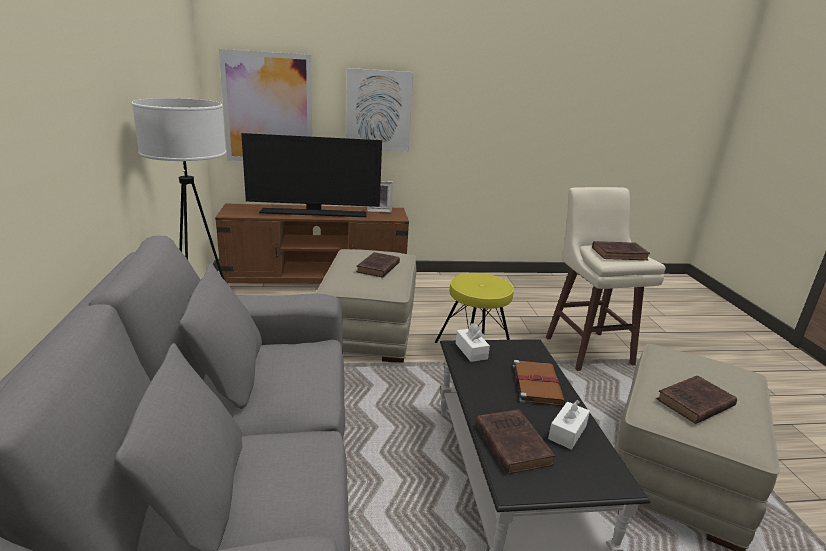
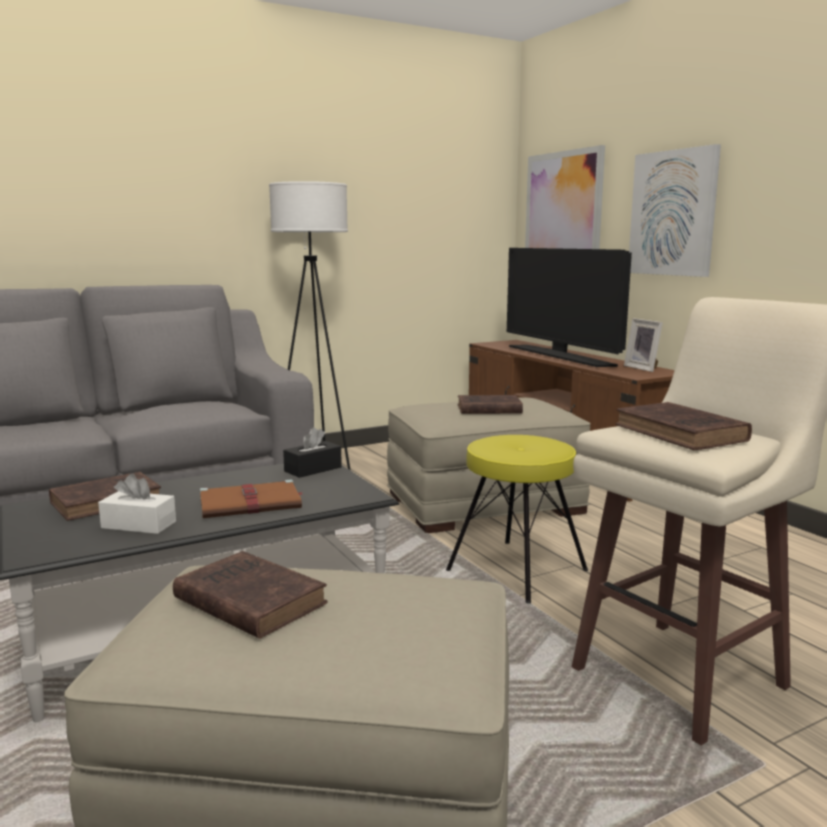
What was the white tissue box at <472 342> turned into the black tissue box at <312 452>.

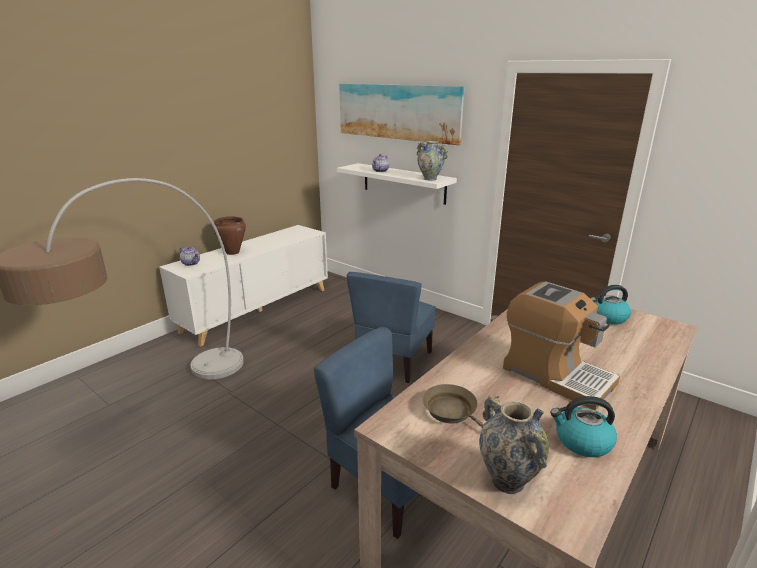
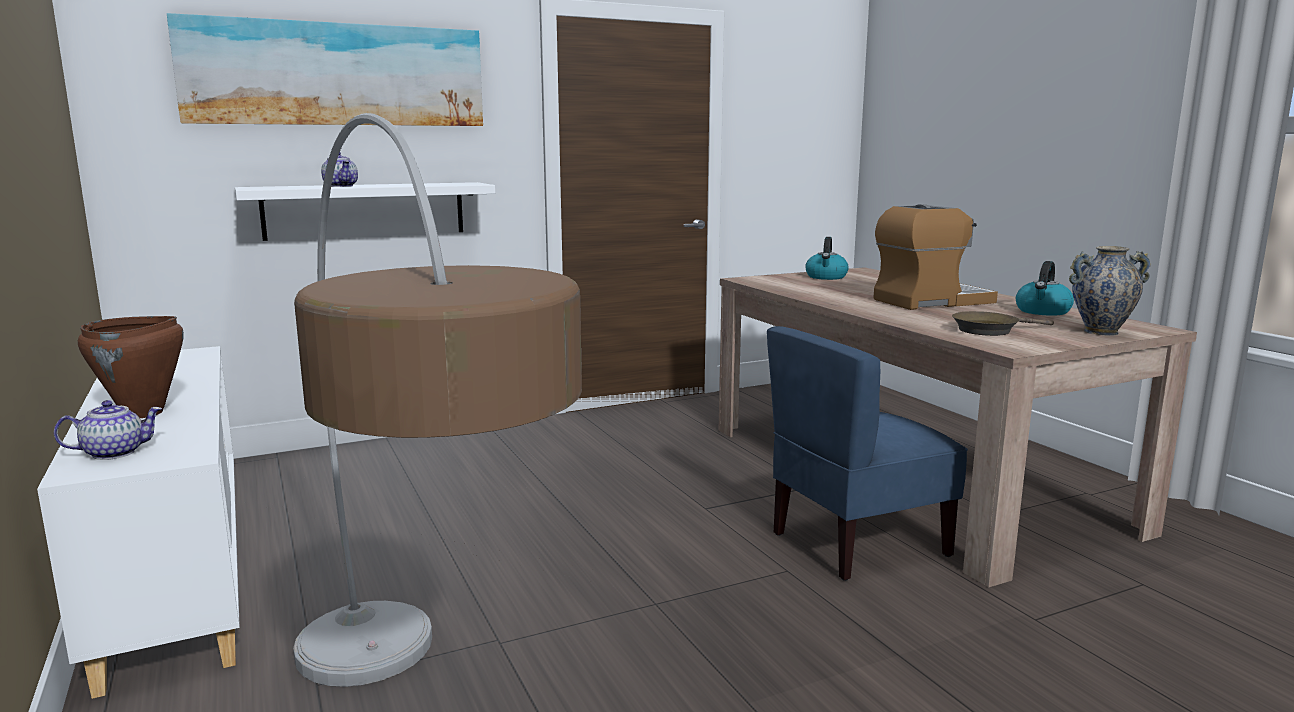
The second view lost the vase at <432 161>. The second view lost the blue chair at <391 327>.

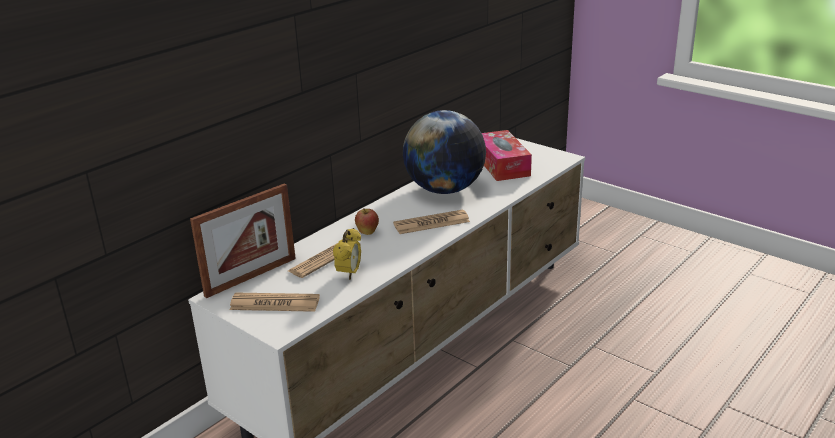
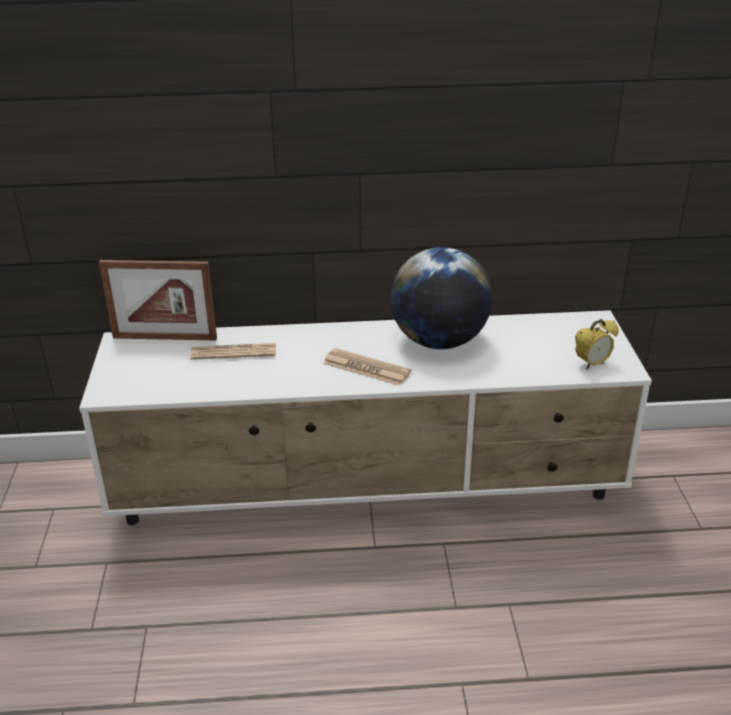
The second view lost the tissue box at <507 155>. The second view lost the apple at <367 221>. The alarm clock ended up elsewhere, having gone from <347 254> to <596 344>. The second view lost the newspaper at <275 302>.

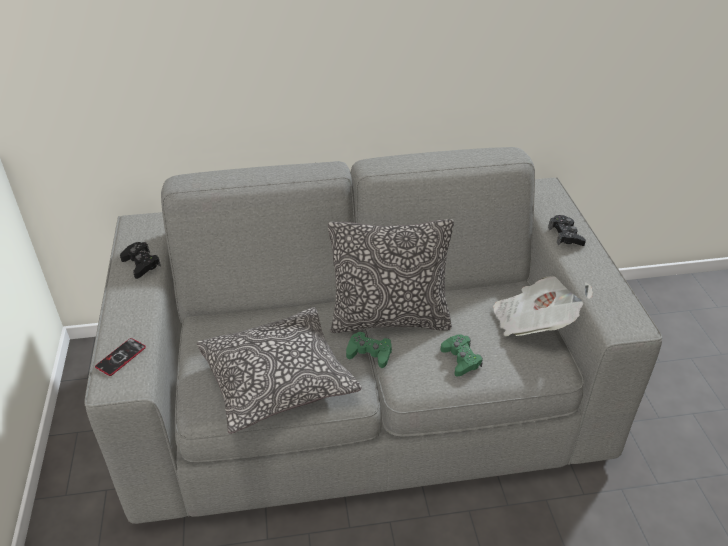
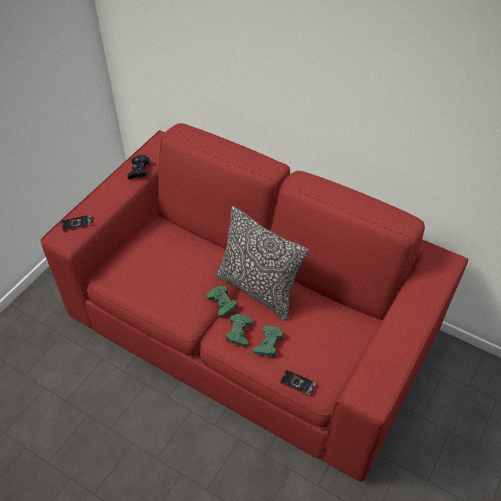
What was the grey sofa at <373 335> turned into the red sofa at <254 302>. The second view lost the black game controller at <567 230>. The second view lost the newspaper at <543 306>. The second view lost the pillow at <279 370>. The second view gained the green game controller at <239 330>. The second view gained the phone at <298 383>.

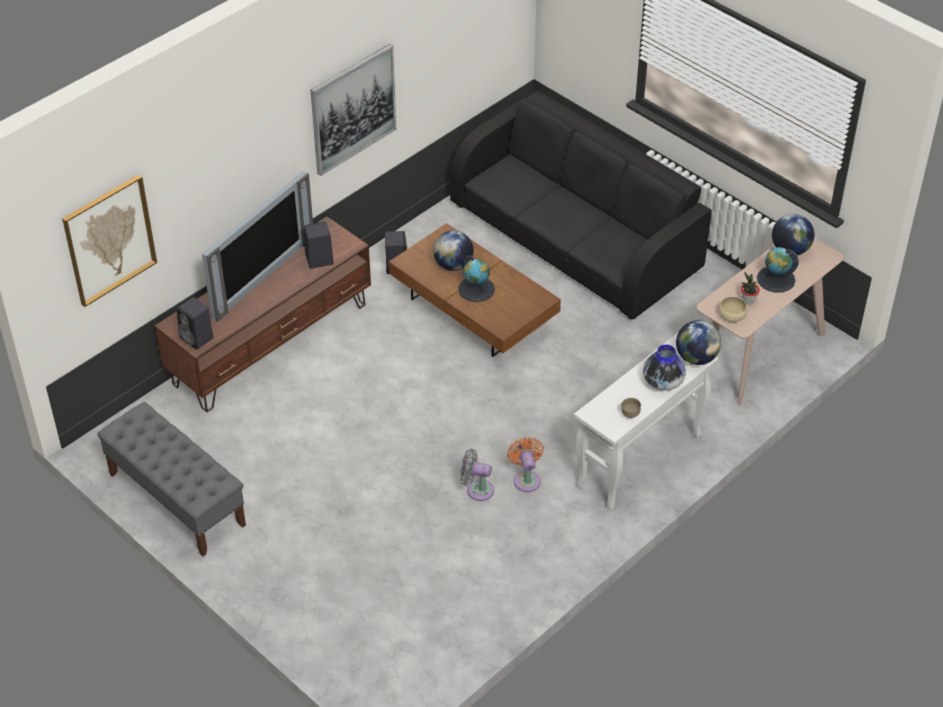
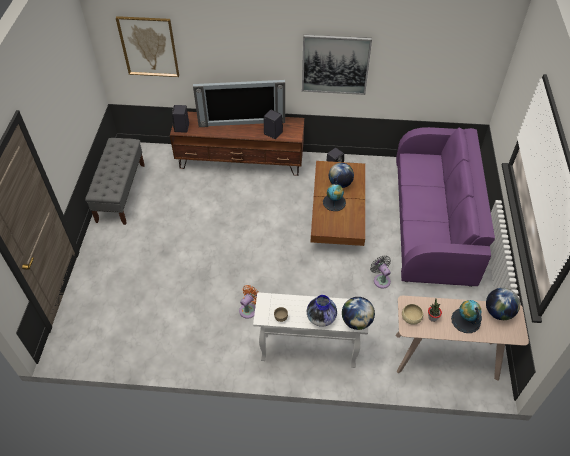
What was the black sofa at <581 205> turned into the purple sofa at <445 207>. The grey fan ended up elsewhere, having gone from <477 475> to <380 271>.

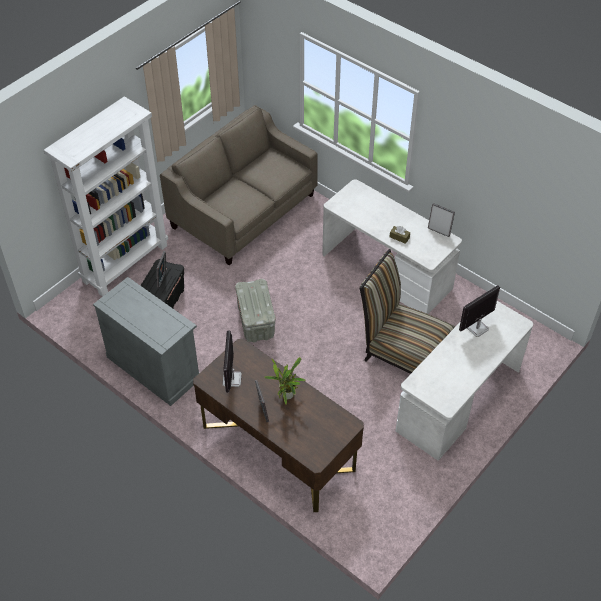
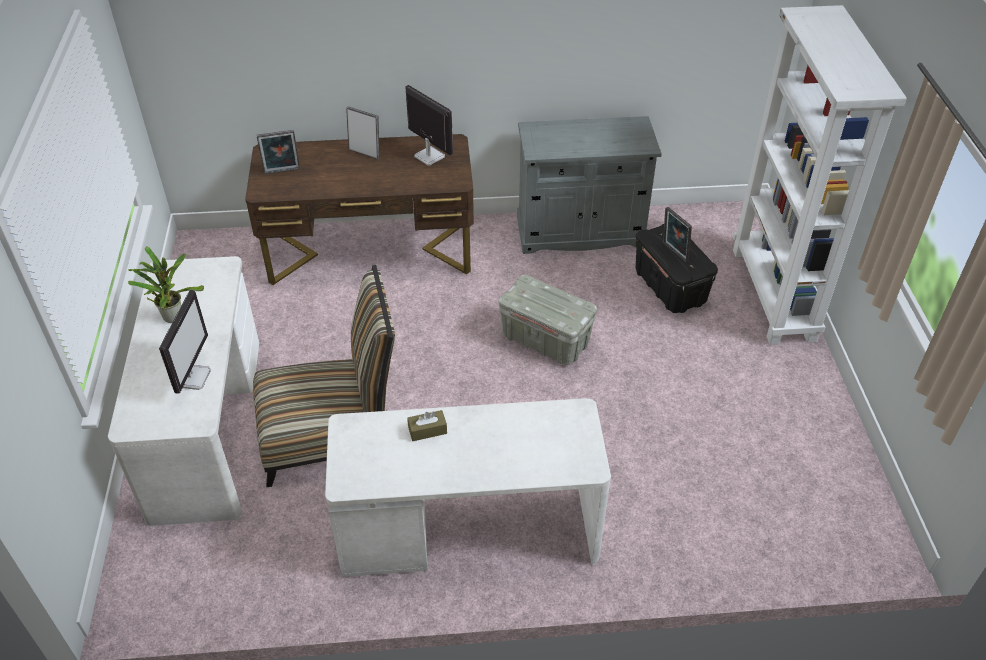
The second view lost the beige sofa at <239 185>. The picture frame ended up elsewhere, having gone from <441 220> to <278 152>. The potted plant ended up elsewhere, having gone from <285 380> to <166 284>.

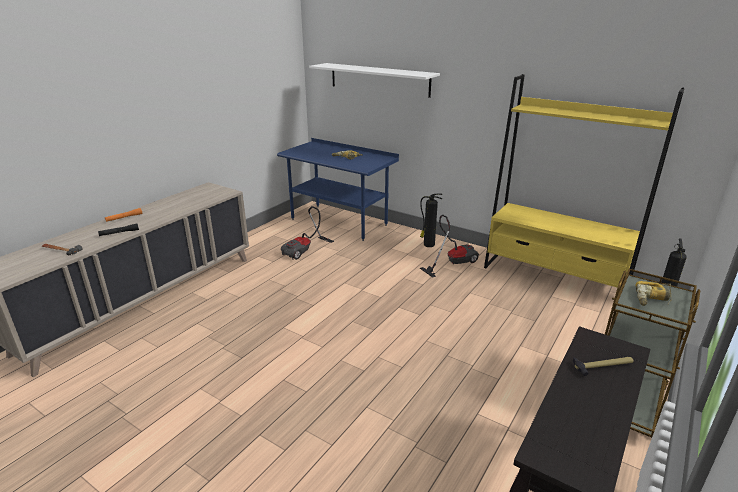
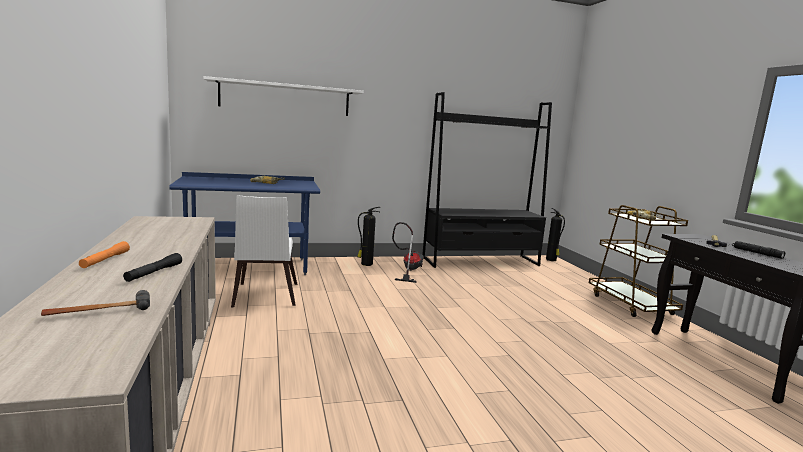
What was the yellow bookcase at <584 181> turned into the black bookcase at <487 180>. Where the vacuum cleaner stood at <307 233>, the white chair came to stand at <264 251>. The second view gained the black flashlight at <758 250>.

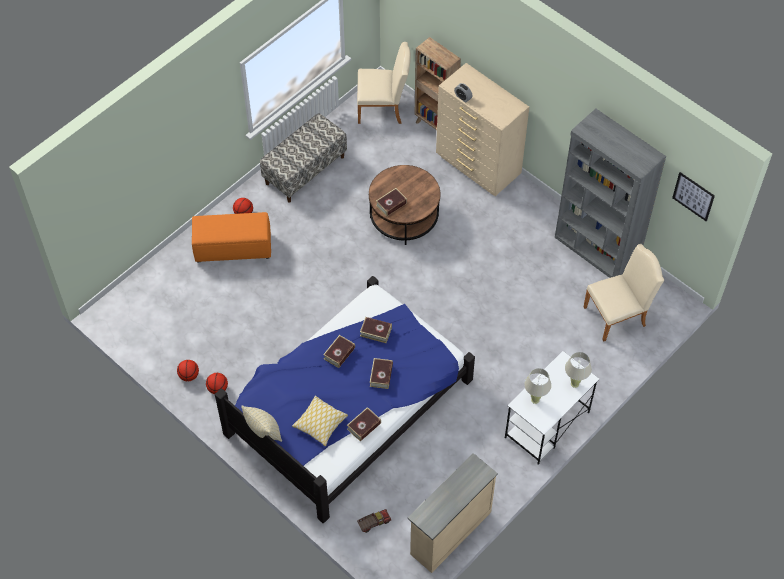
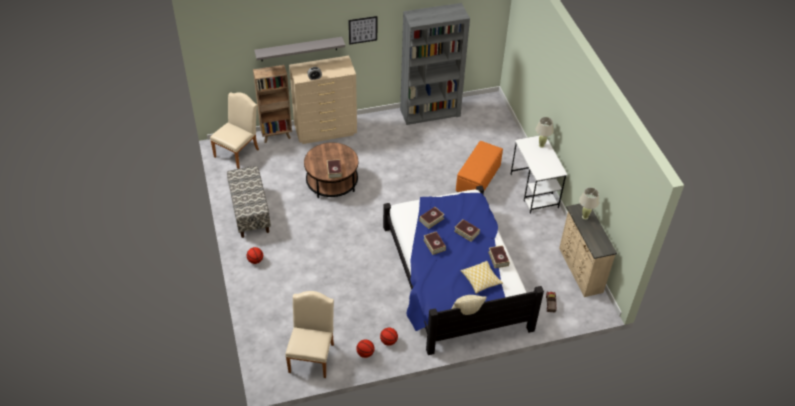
The picture ended up elsewhere, having gone from <693 196> to <362 30>. The orange ottoman ended up elsewhere, having gone from <231 237> to <479 166>. The beige chair ended up elsewhere, having gone from <624 293> to <309 334>. The beige table lamp ended up elsewhere, having gone from <537 386> to <589 203>. The second view gained the grey shelf at <299 49>.

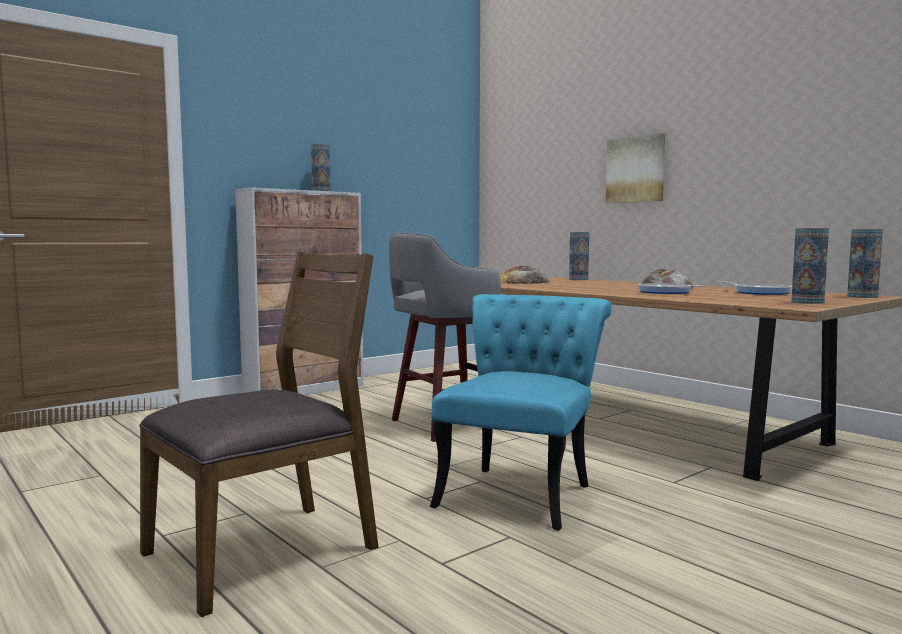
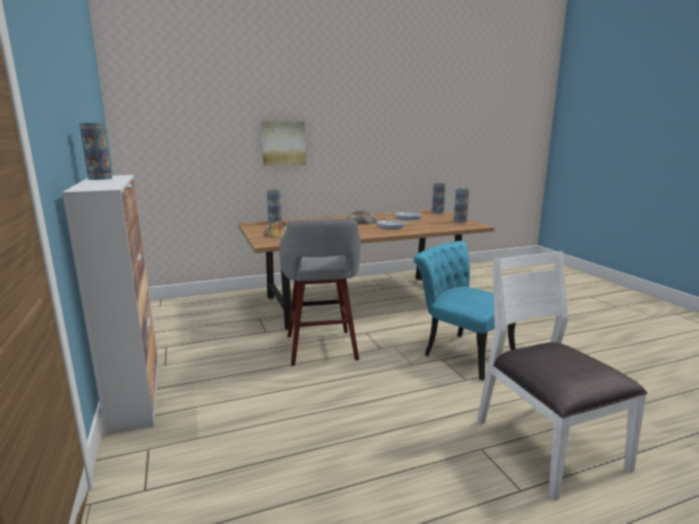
What was the brown chair at <259 434> turned into the white chair at <562 376>.

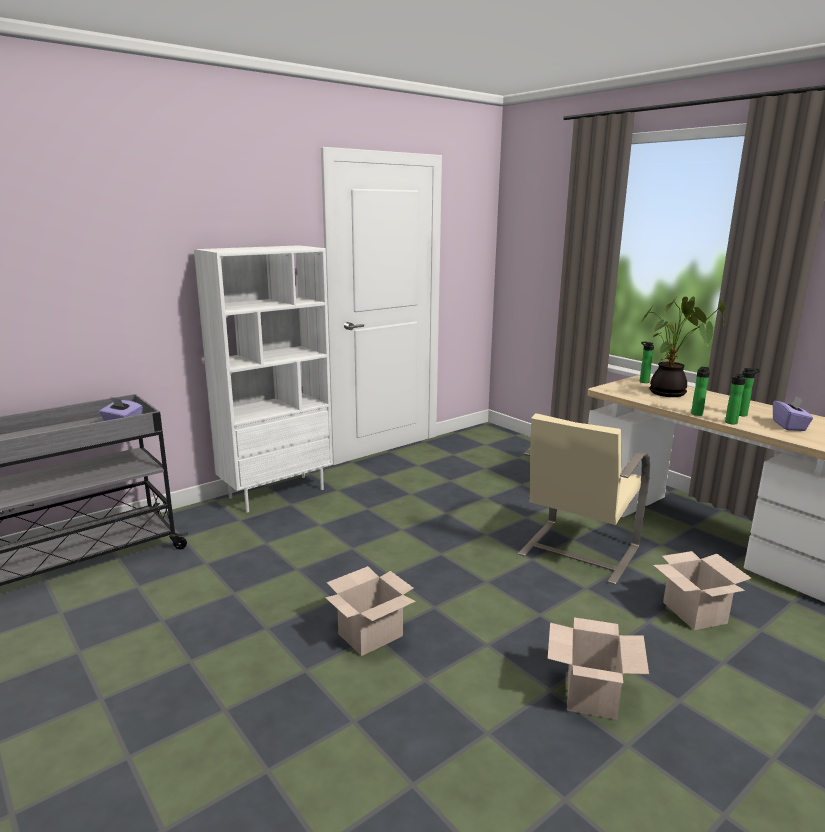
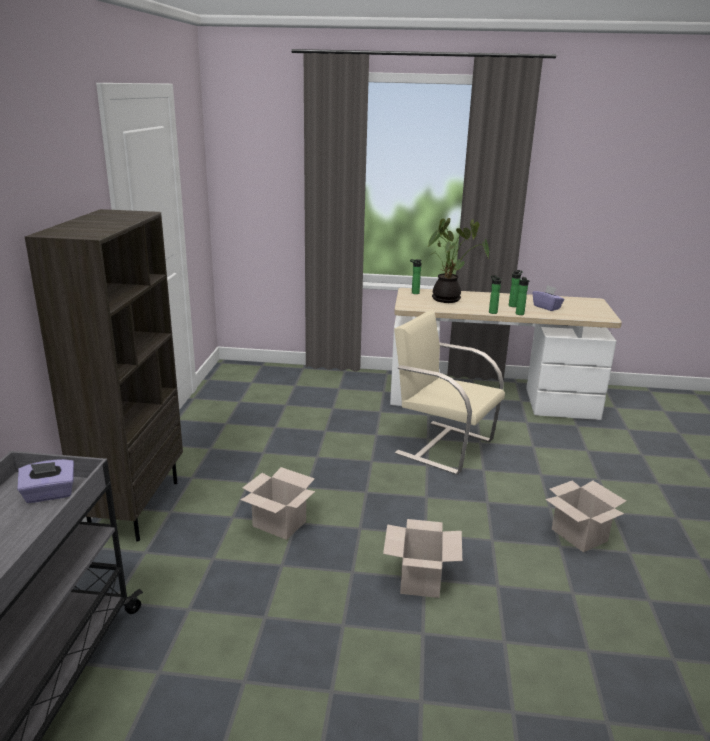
What was the white bookcase at <263 379> turned into the brown bookcase at <104 375>. The beige chair at <584 499> ended up facing another way, 135 degrees clockwise from before. The cardboard box ended up elsewhere, having gone from <702 590> to <278 503>.

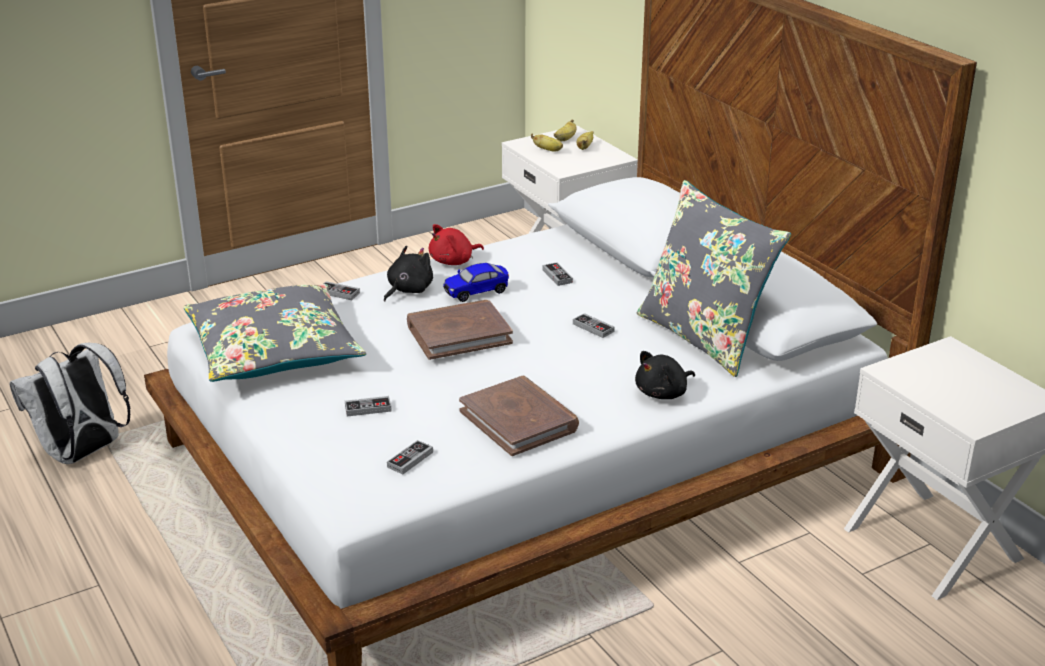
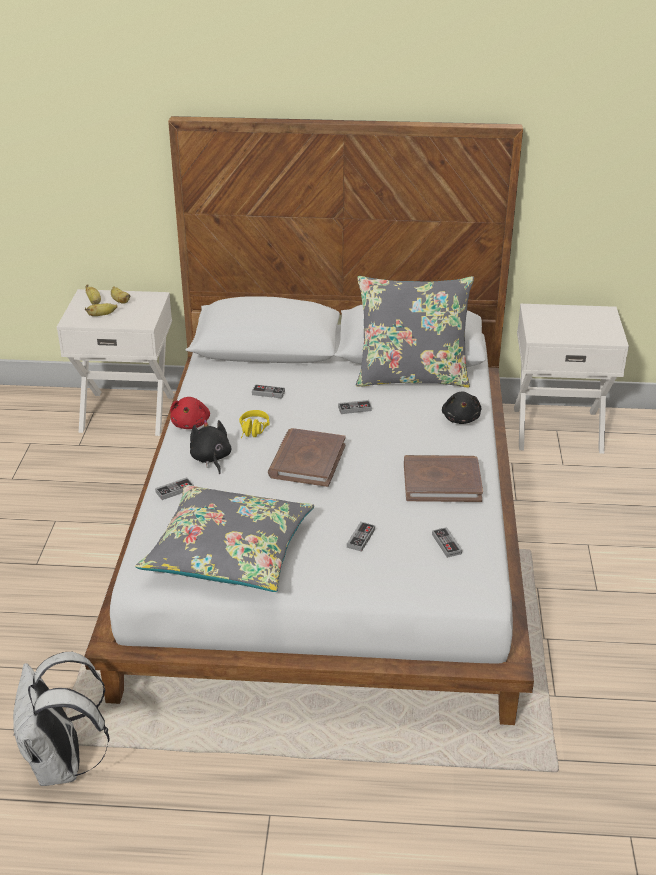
Where the toy car stood at <476 282>, the yellow headphones came to stand at <254 424>.

